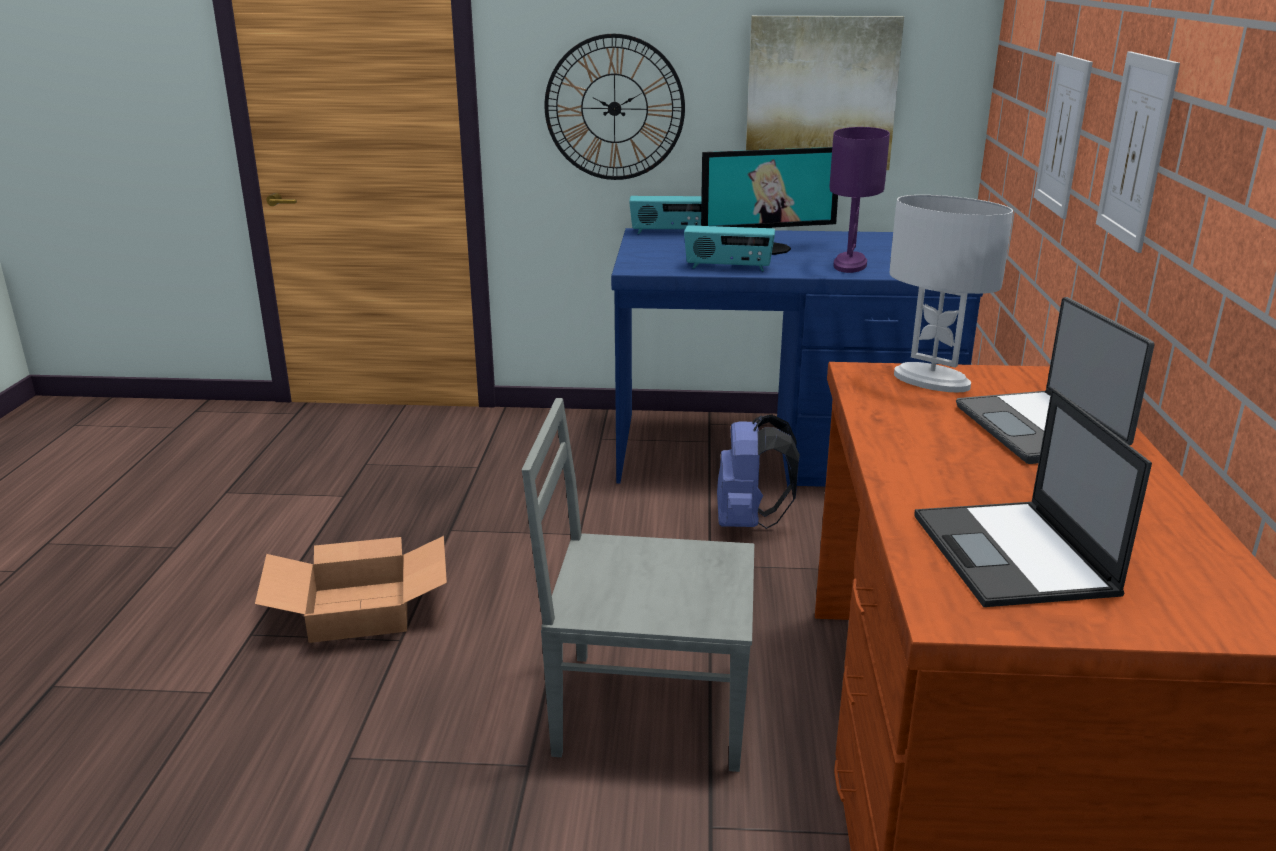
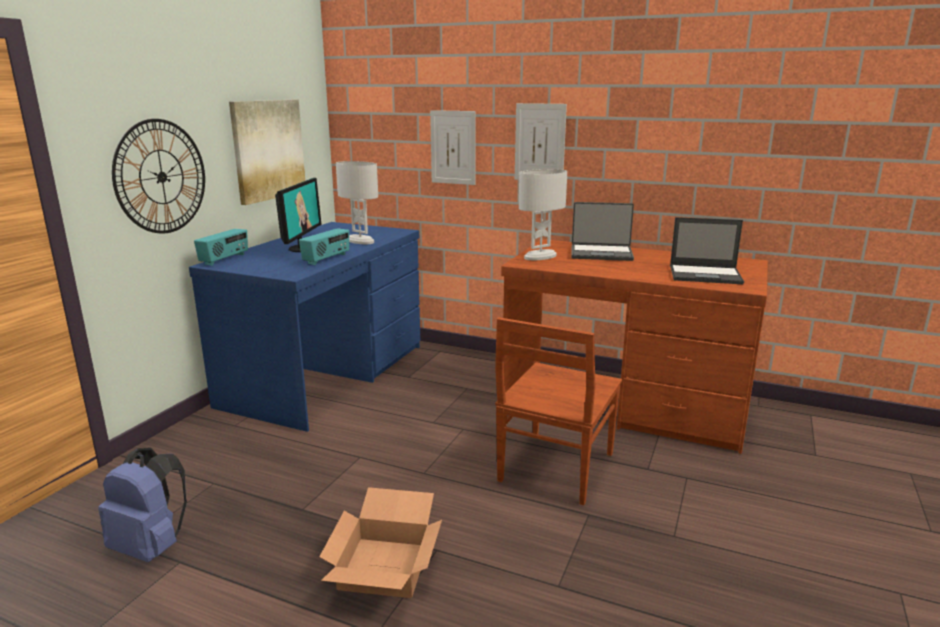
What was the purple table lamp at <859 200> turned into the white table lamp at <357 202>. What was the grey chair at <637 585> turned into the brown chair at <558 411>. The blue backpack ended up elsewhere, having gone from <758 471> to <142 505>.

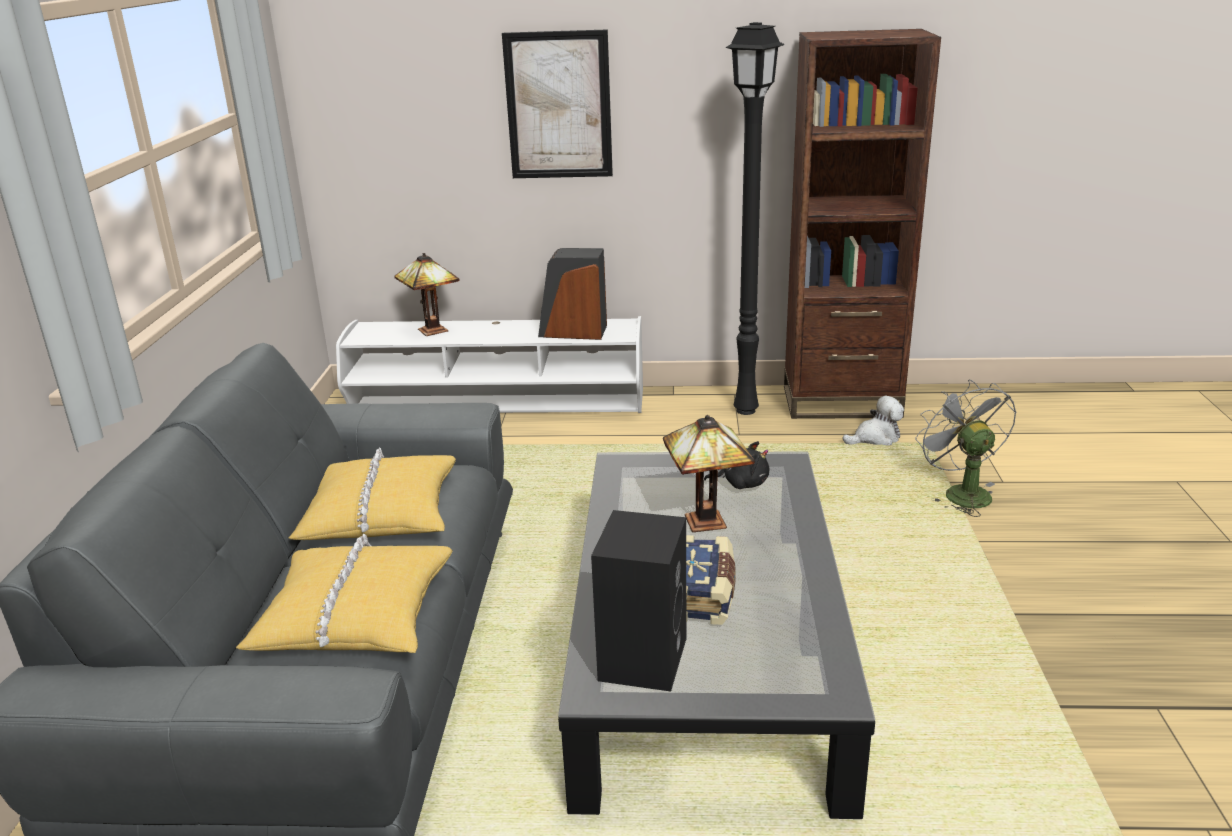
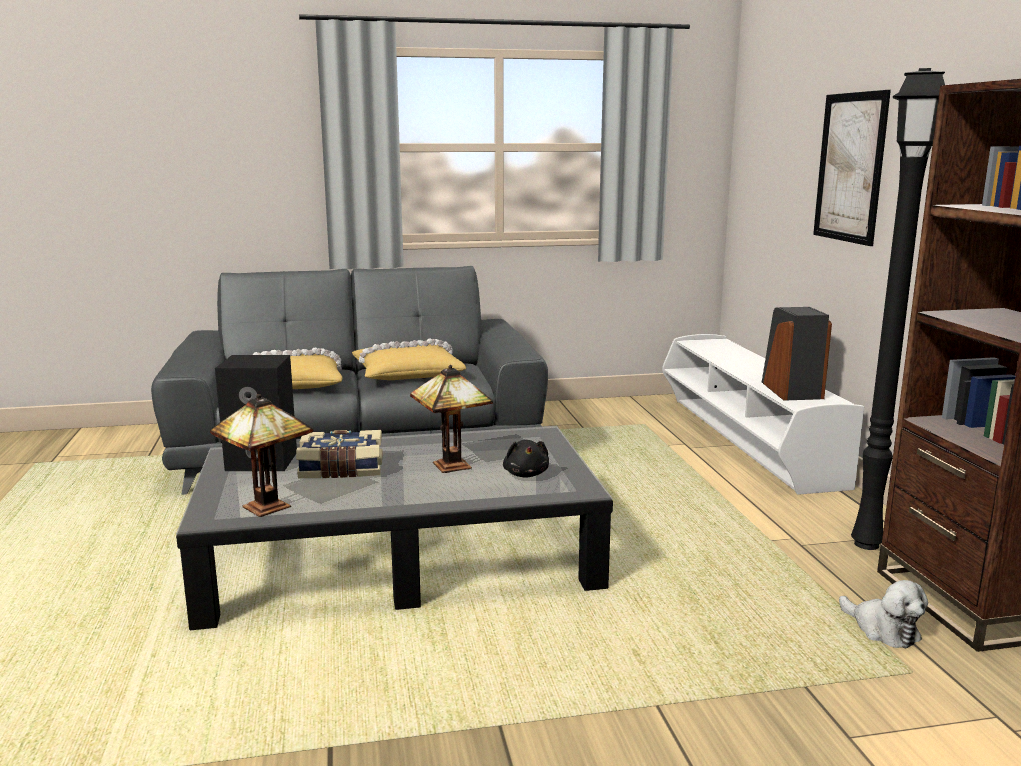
The table lamp ended up elsewhere, having gone from <427 294> to <261 455>. The second view lost the grey fan at <965 448>.

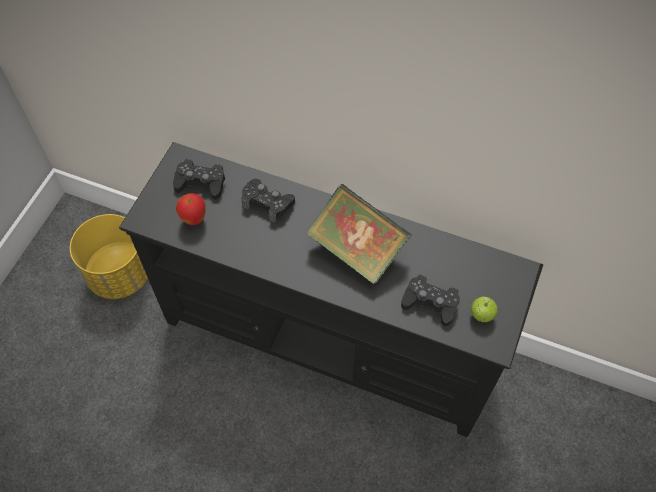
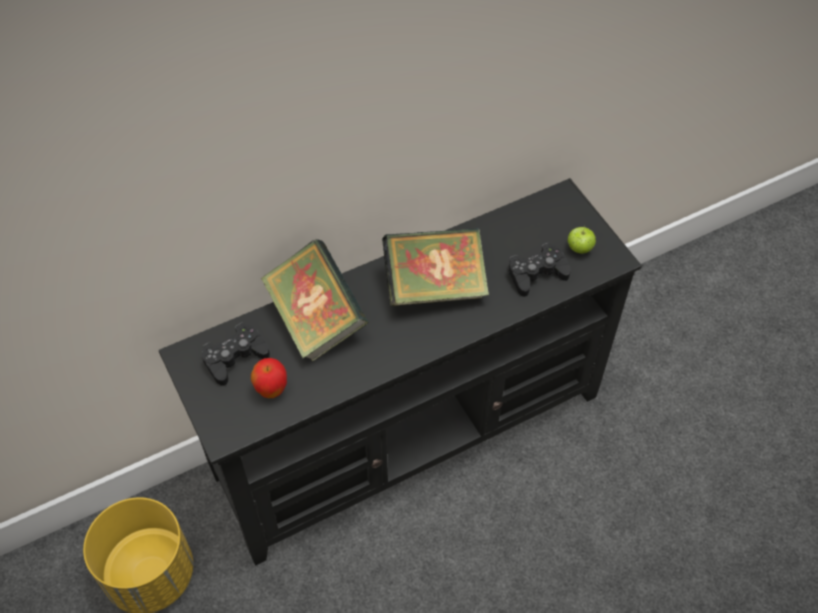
Where the black game controller stood at <268 200>, the book came to stand at <315 300>.

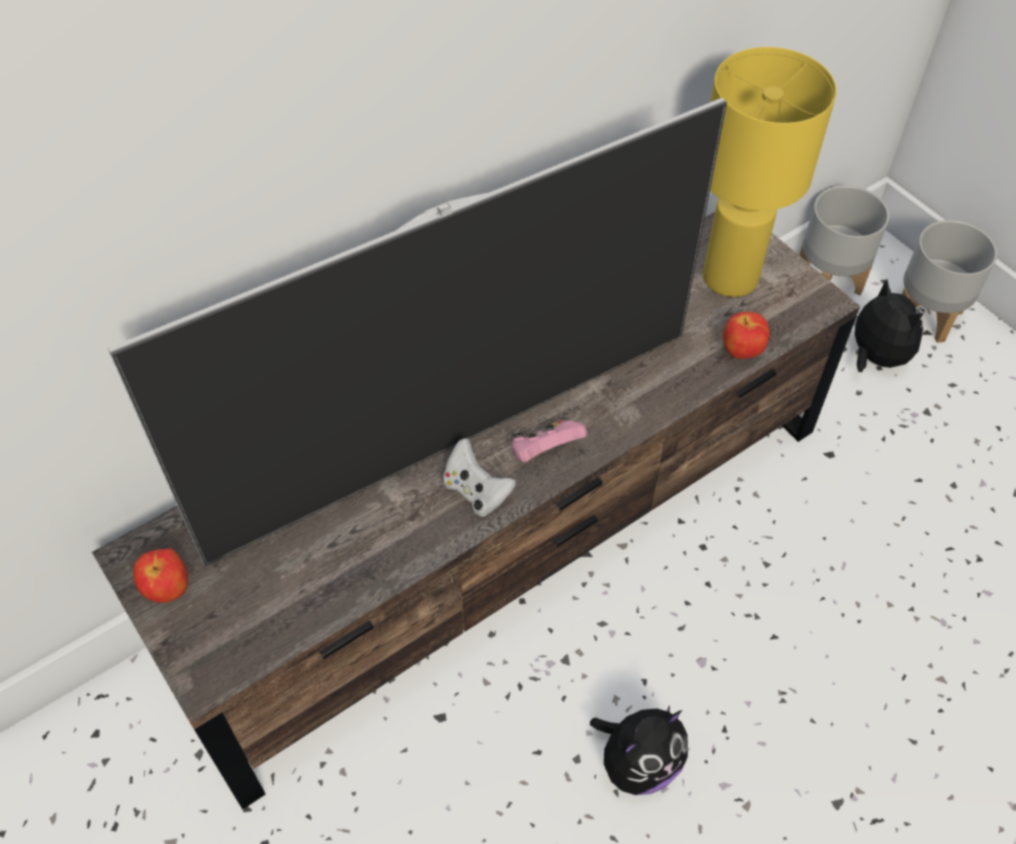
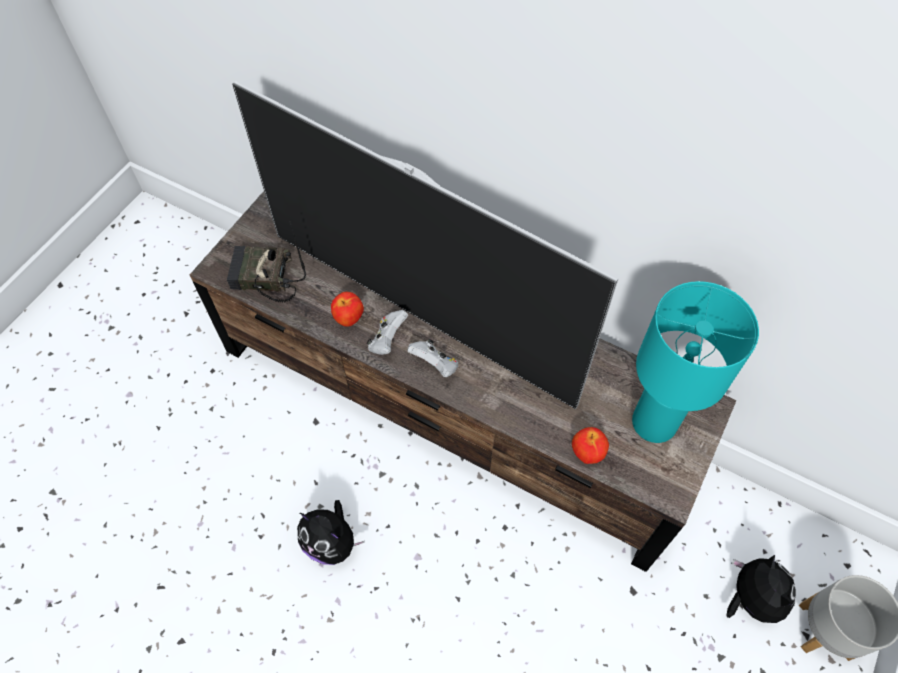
What was the yellow table lamp at <770 172> turned into the turquoise table lamp at <695 362>. The second view lost the grey planter at <844 240>. The plush toy at <888 325> ended up facing another way, 45 degrees counterclockwise from before. What was the pink game controller at <549 441> turned into the white game controller at <432 358>. The apple ended up elsewhere, having gone from <160 575> to <347 309>. The second view gained the radio at <266 262>.

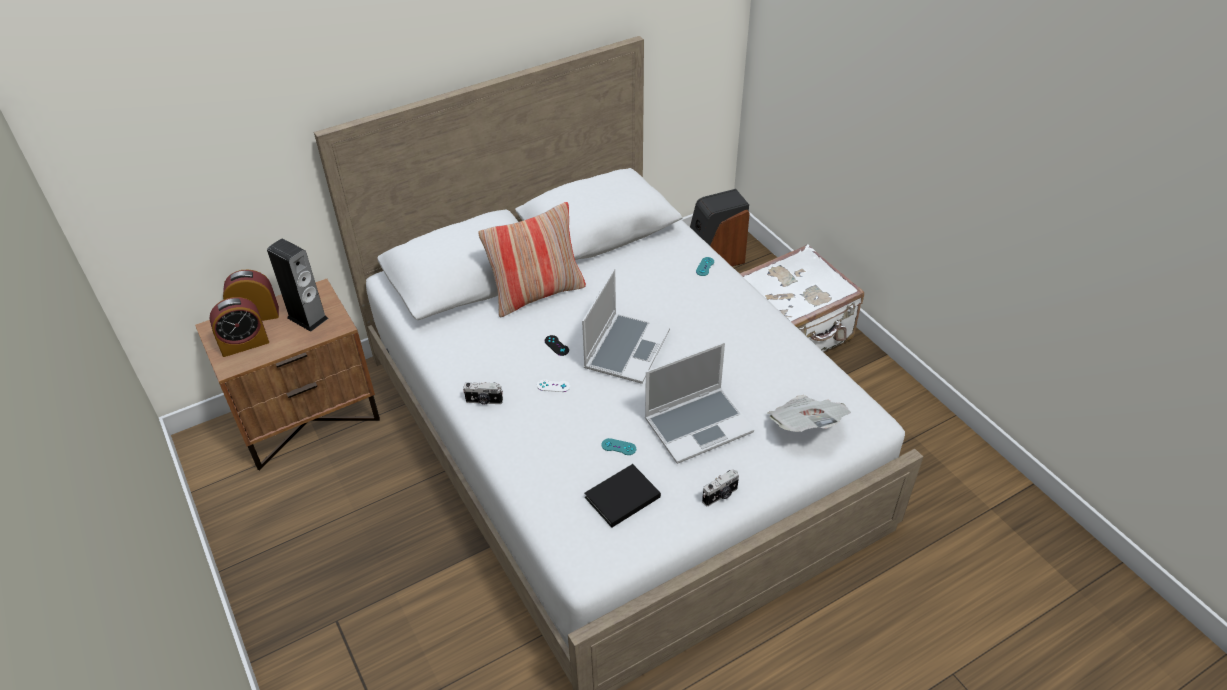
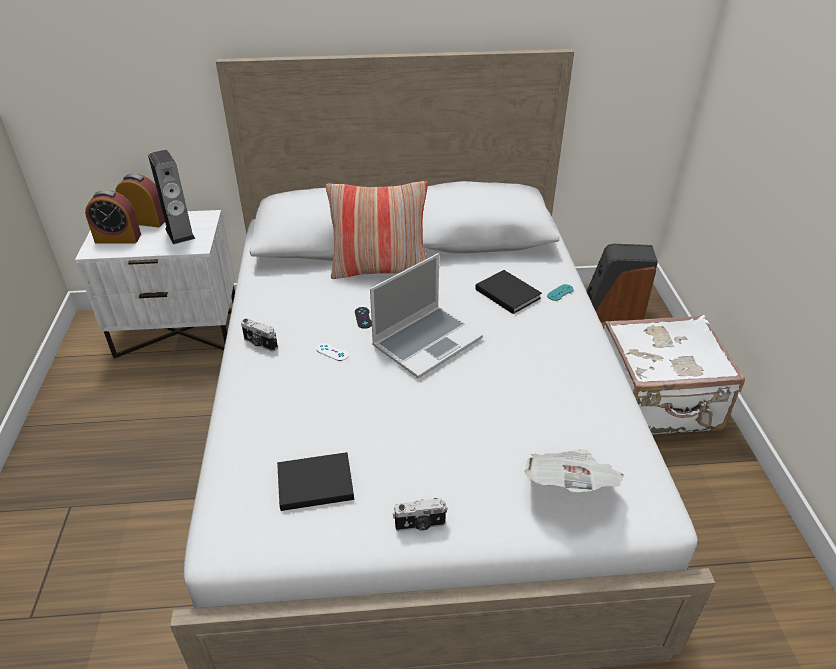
What was the brown nightstand at <287 375> turned into the white nightstand at <155 284>. The second view lost the laptop at <699 403>. The second view lost the turquoise game controller at <618 446>. The second view gained the black book at <508 292>.

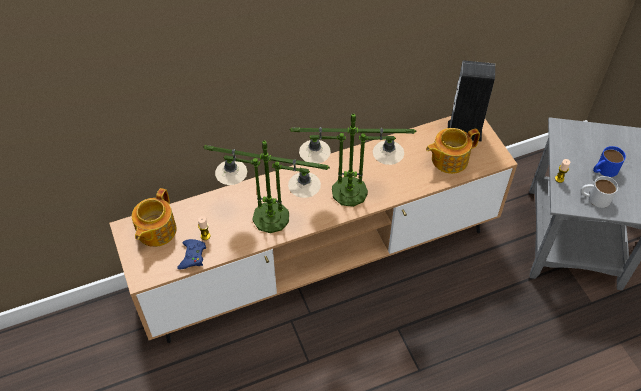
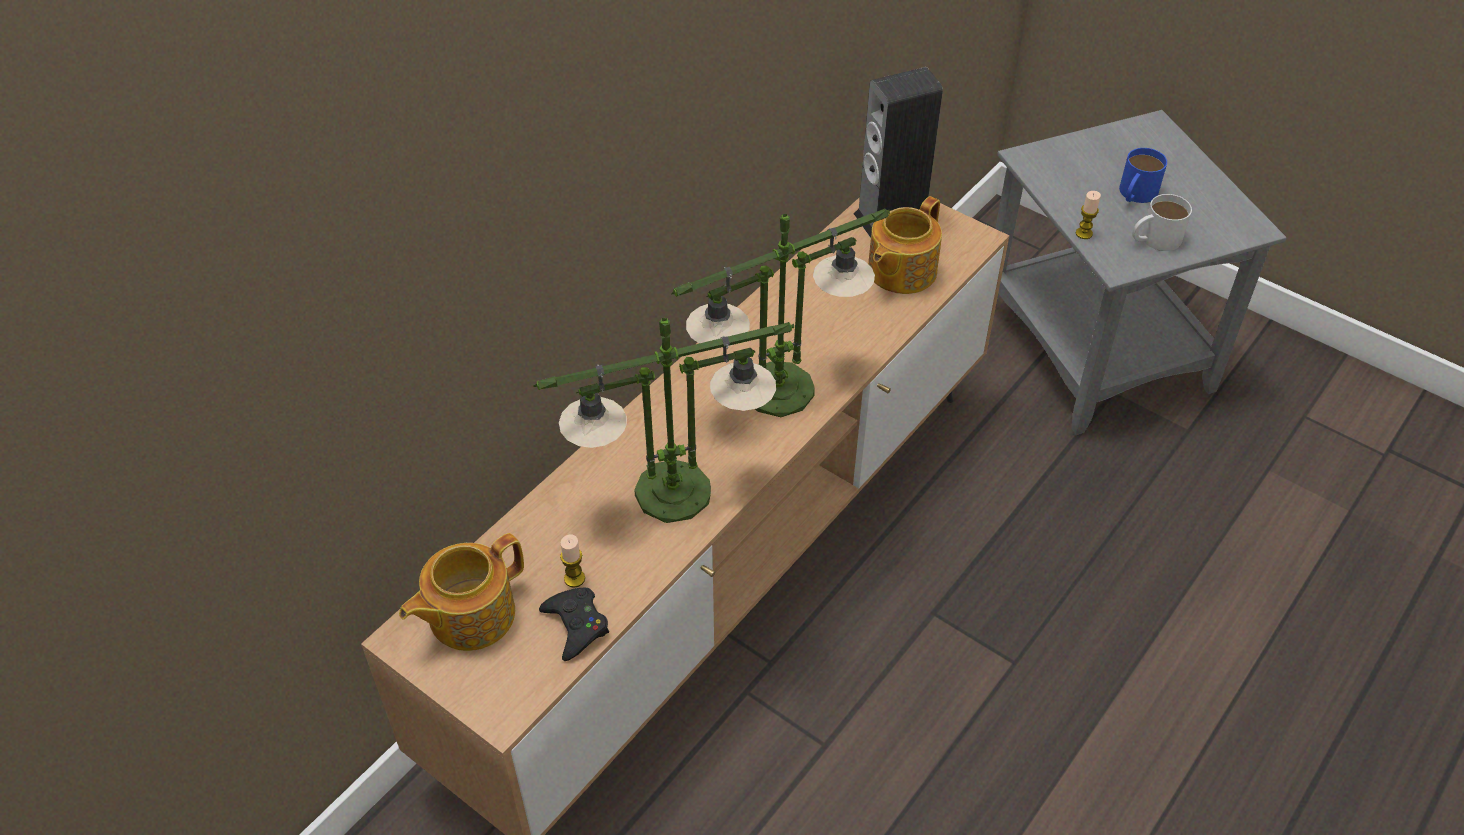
The teapot at <154 217> ended up facing another way, 60 degrees clockwise from before. What was the blue game controller at <191 254> turned into the black game controller at <574 624>.

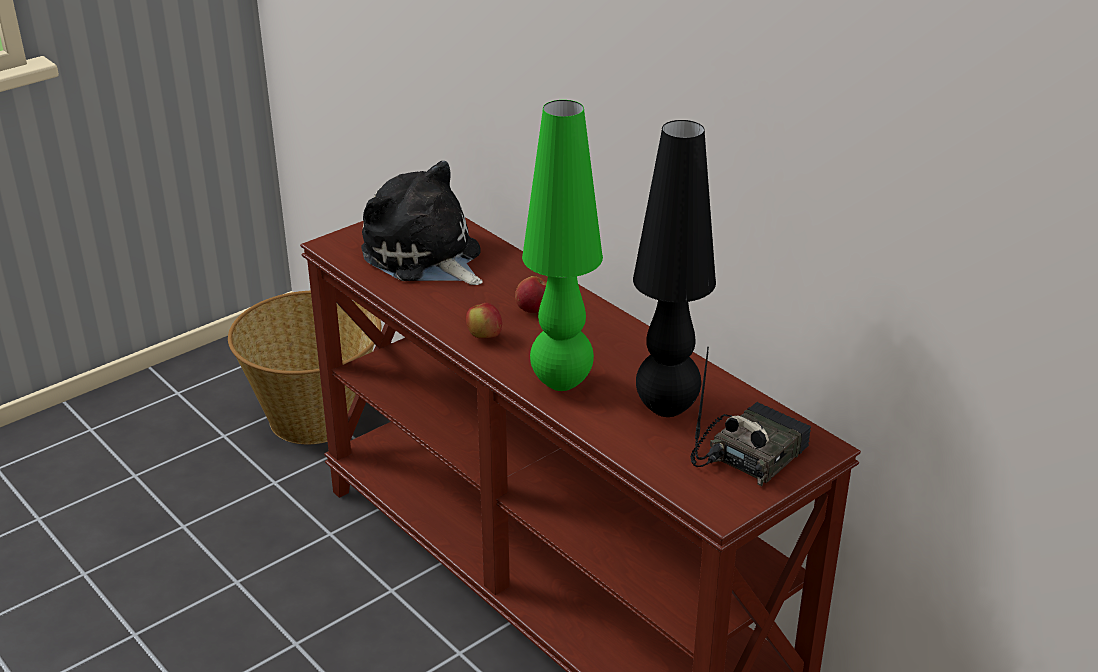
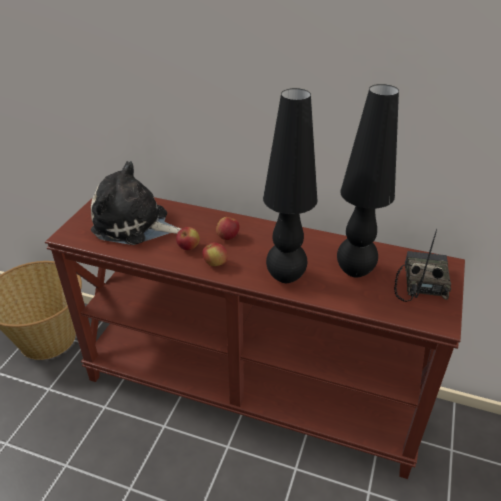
What was the green table lamp at <562 245> turned into the black table lamp at <290 185>. The second view gained the apple at <188 238>.

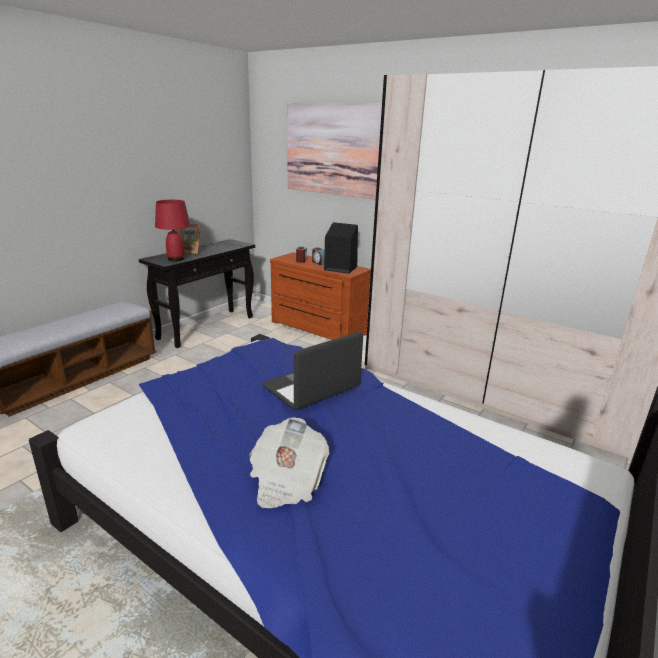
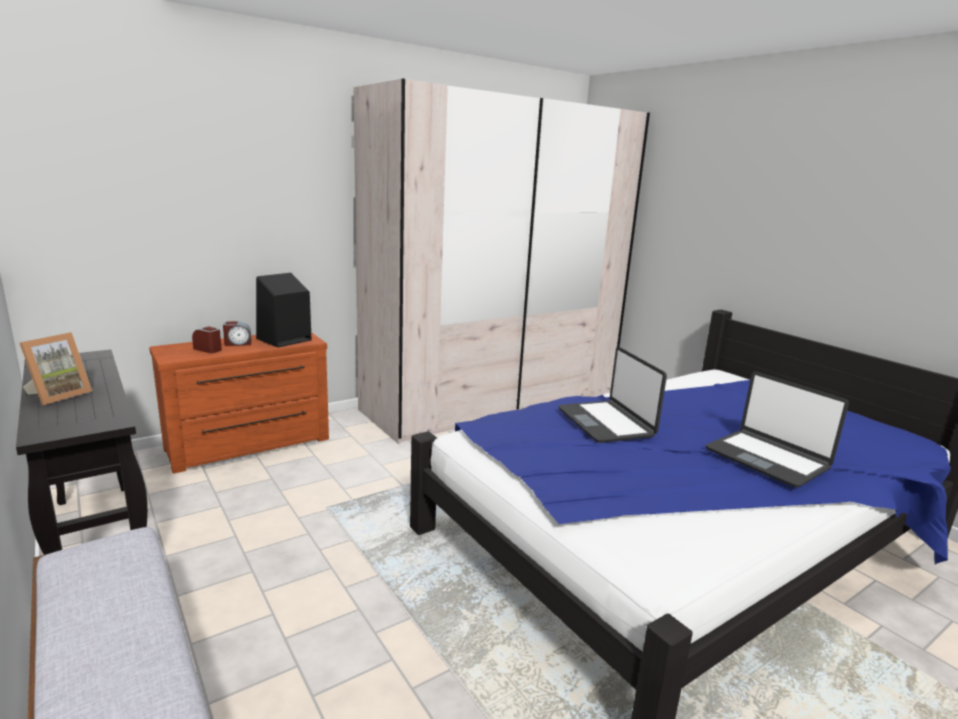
The second view lost the picture at <334 151>. The second view lost the red table lamp at <173 230>. Where the newspaper stood at <289 462>, the laptop came to stand at <777 429>.

